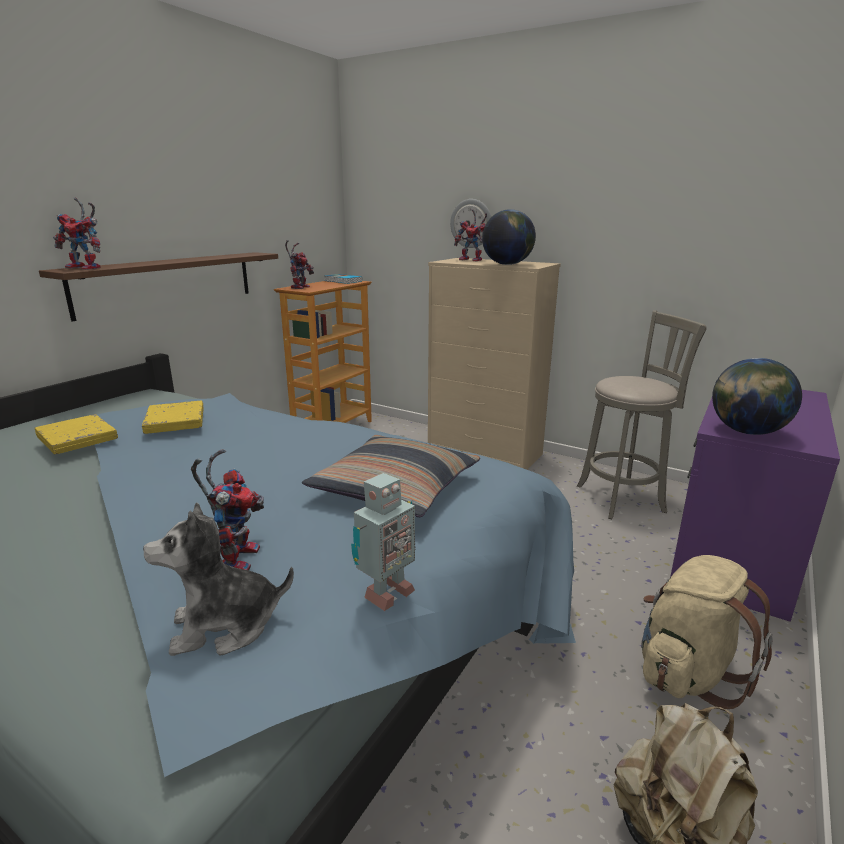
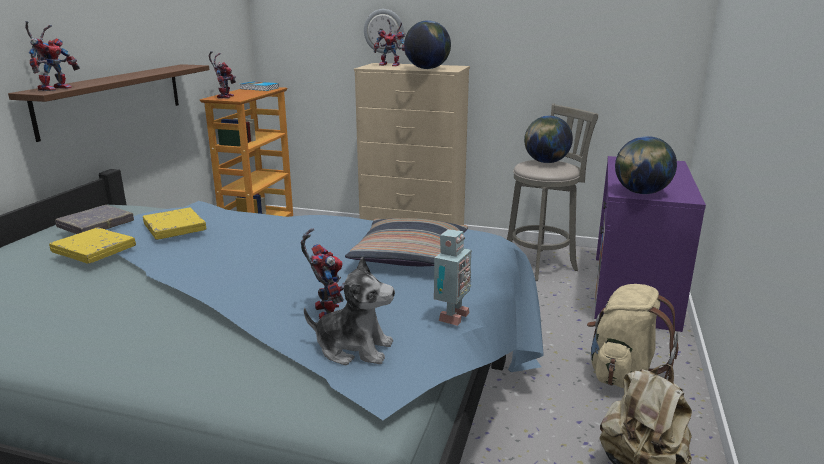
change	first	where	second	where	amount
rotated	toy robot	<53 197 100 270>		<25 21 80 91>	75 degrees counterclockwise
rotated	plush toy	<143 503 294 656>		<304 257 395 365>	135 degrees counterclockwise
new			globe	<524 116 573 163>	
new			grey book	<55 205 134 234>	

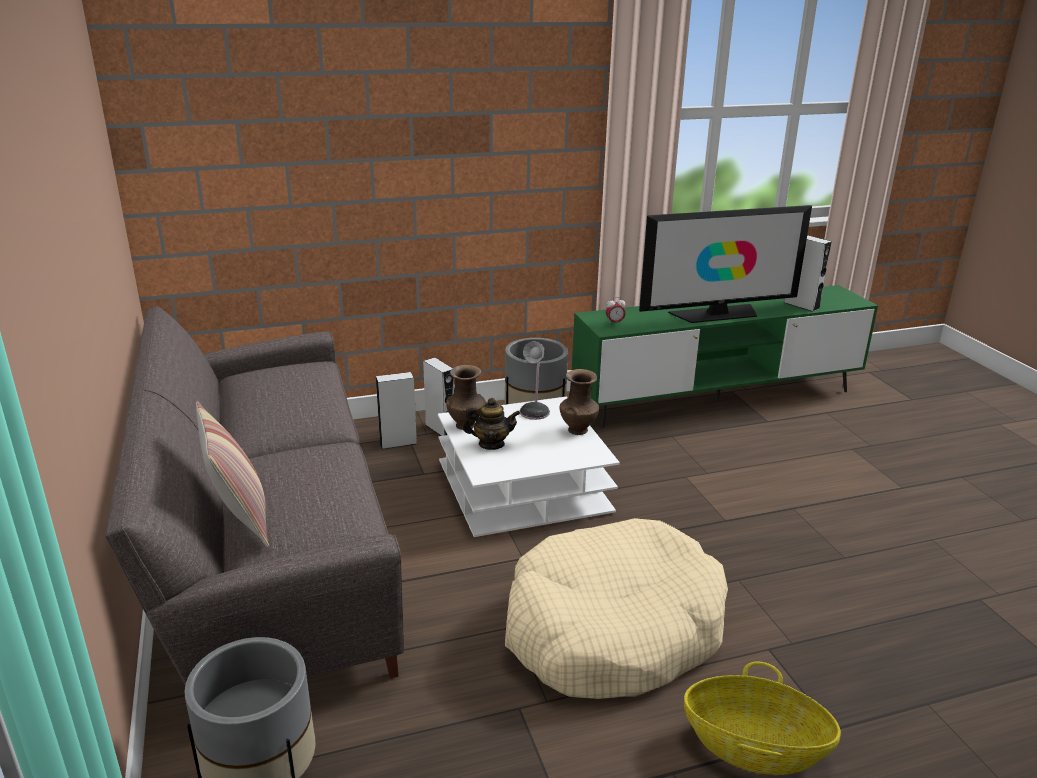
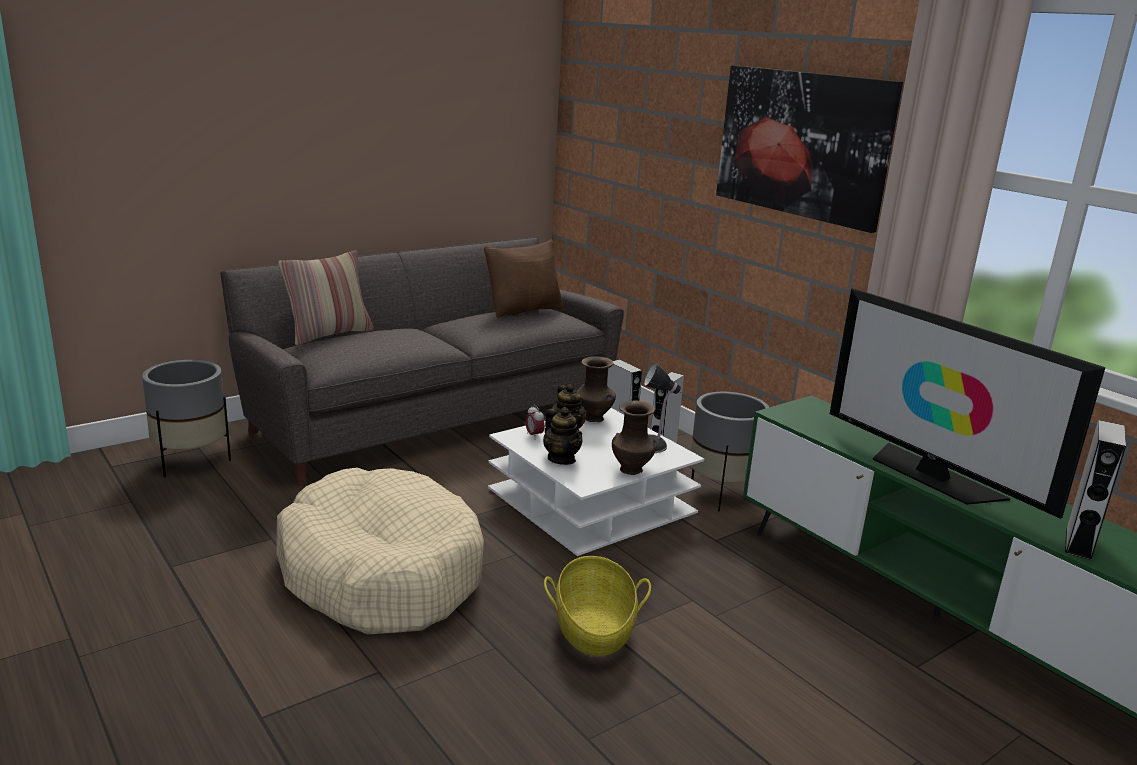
change	first	where	second	where	amount
shifted	alarm clock	<606 297 626 325>		<525 405 545 436>	
shifted	basket	<684 662 841 775>		<544 556 651 656>	
new			picture	<716 65 903 233>	
new			brown pillow	<484 239 564 317>	
new			teapot	<543 407 582 465>	

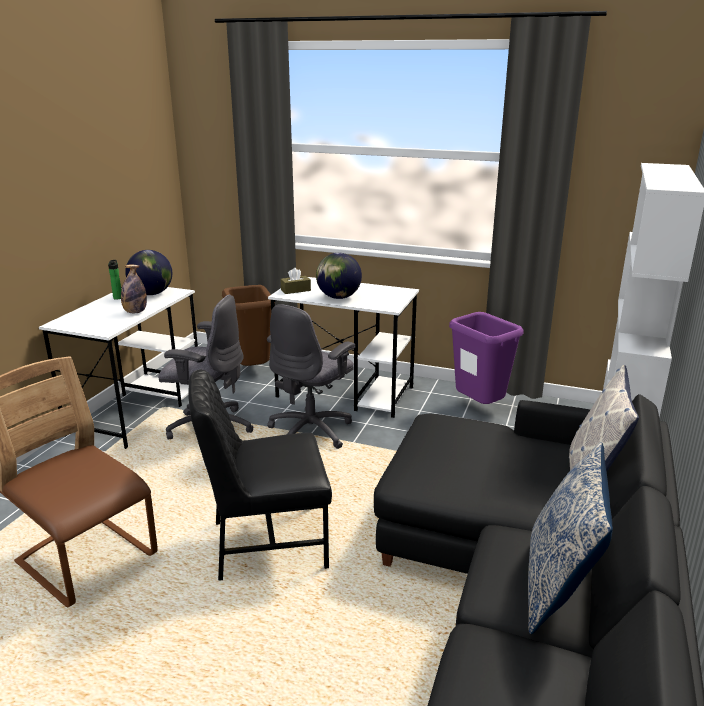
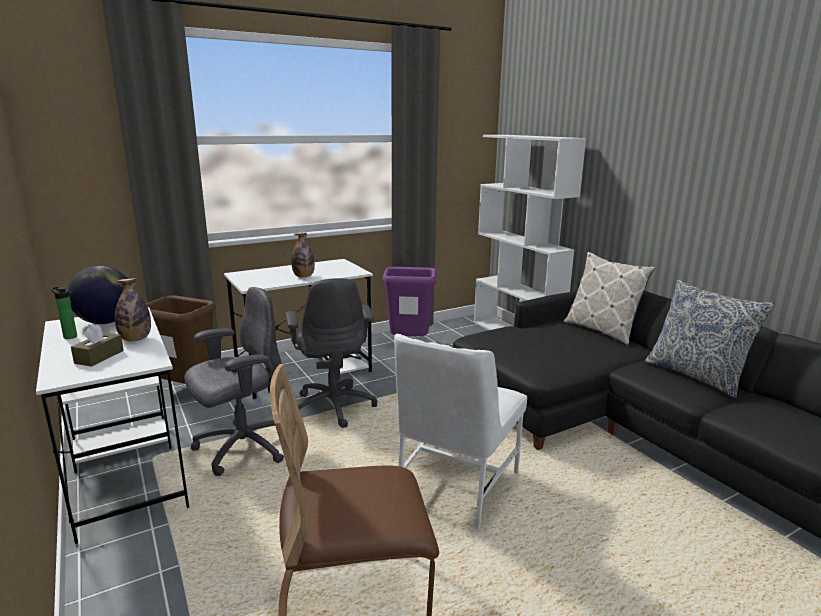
change	first	where	second	where	amount
swapped	globe	<316 253 362 299>	bottle	<291 232 315 278>	
shifted	brown tissue box	<280 268 311 294>		<71 324 124 367>	
repainted	black chair	<188 370 332 581>	white chair	<394 334 527 530>	

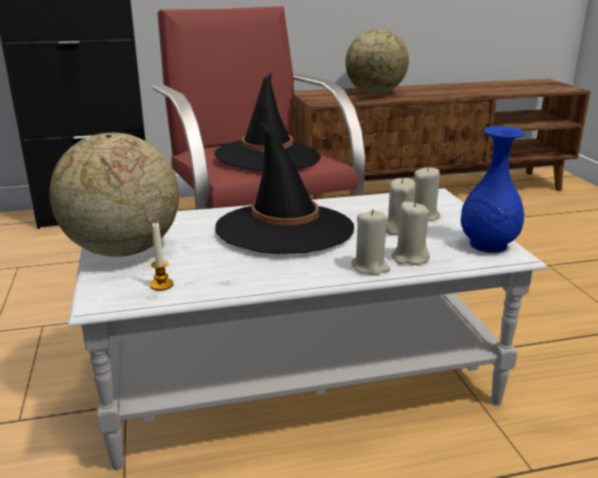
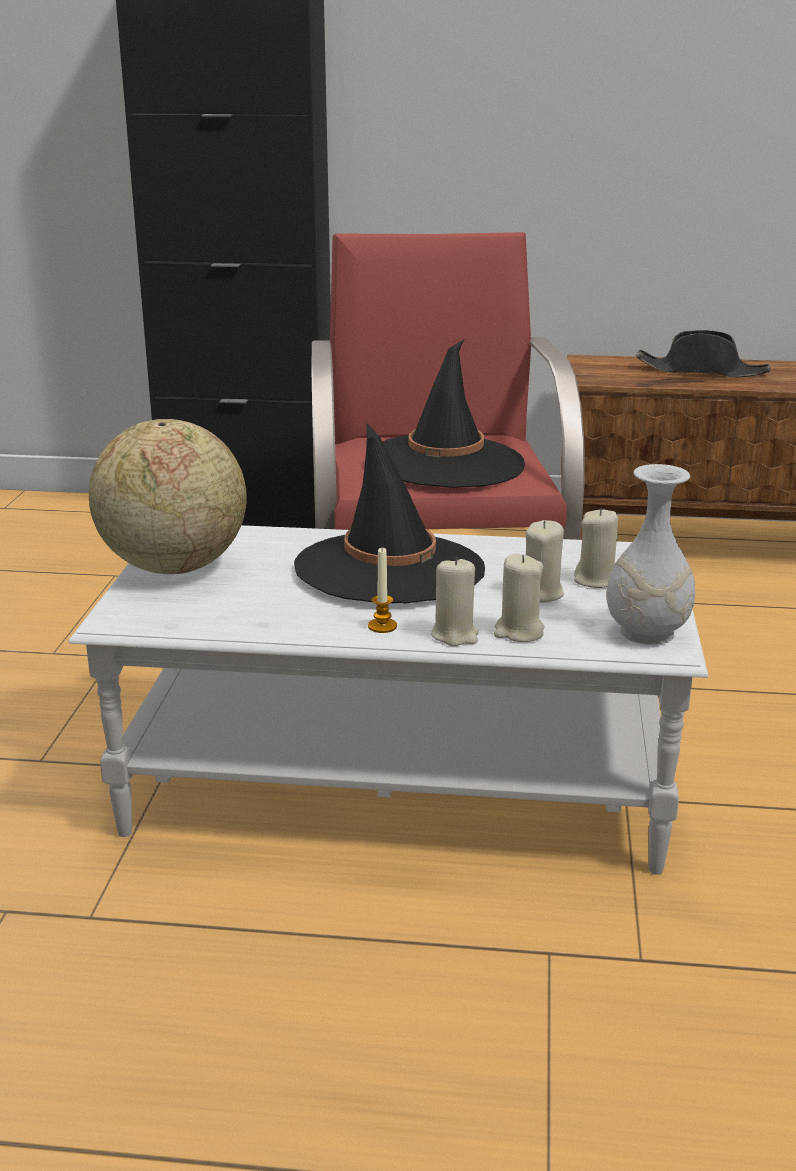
change	first	where	second	where	amount
swapped	globe	<345 29 409 94>	black hat	<636 330 771 377>	
repainted	blue vase	<461 126 525 253>	white vase	<606 464 695 645>	
shifted	candle	<150 222 174 291>		<368 547 397 633>	

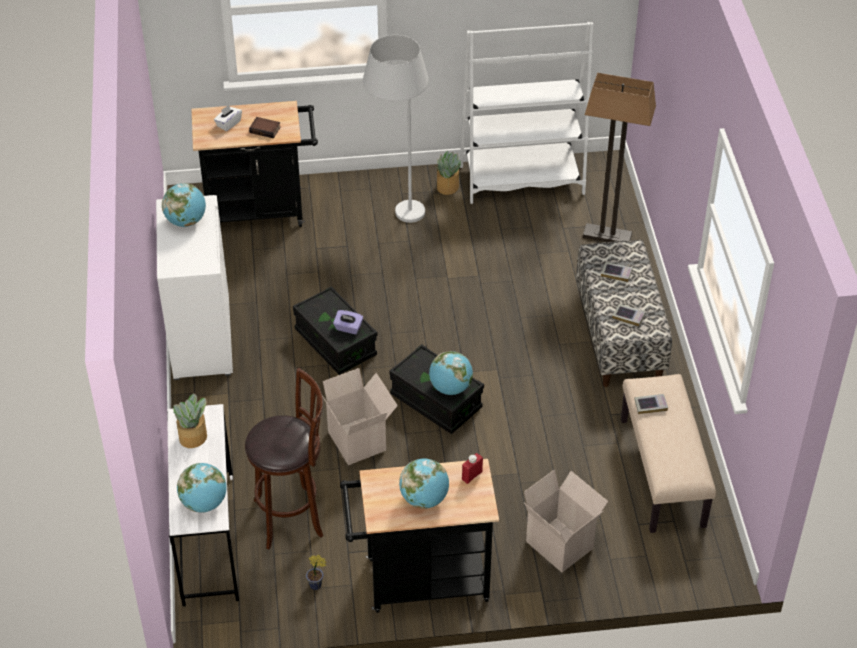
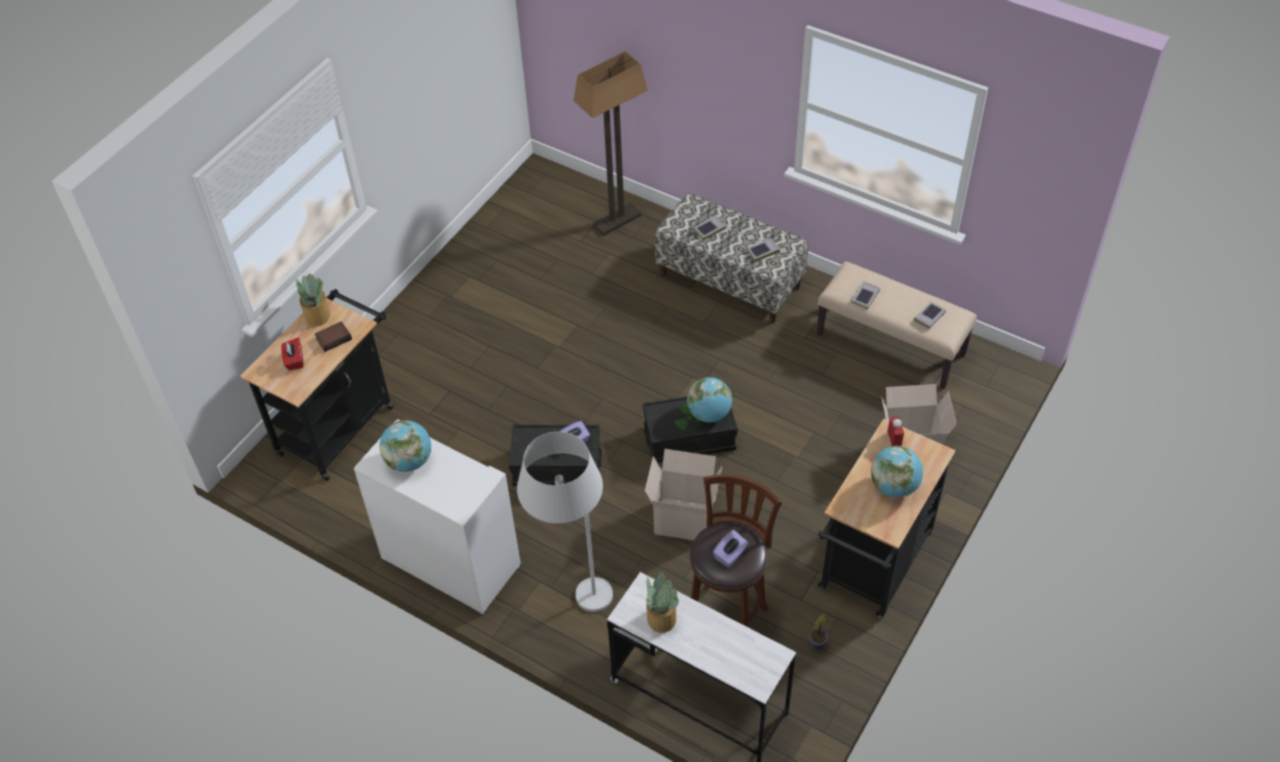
change	first	where	second	where	amount
gone	white bookcase	<460 22 593 204>			
shifted	white floor lamp	<363 35 428 223>		<517 432 613 612>	
repainted	white tissue box	<214 105 242 131>	red tissue box	<281 338 303 370>	
shifted	potted plant	<435 151 461 195>		<296 273 330 326>	
gone	globe	<177 463 227 513>			
new			book	<914 302 946 329>	
new			purple tissue box	<713 530 749 568>	

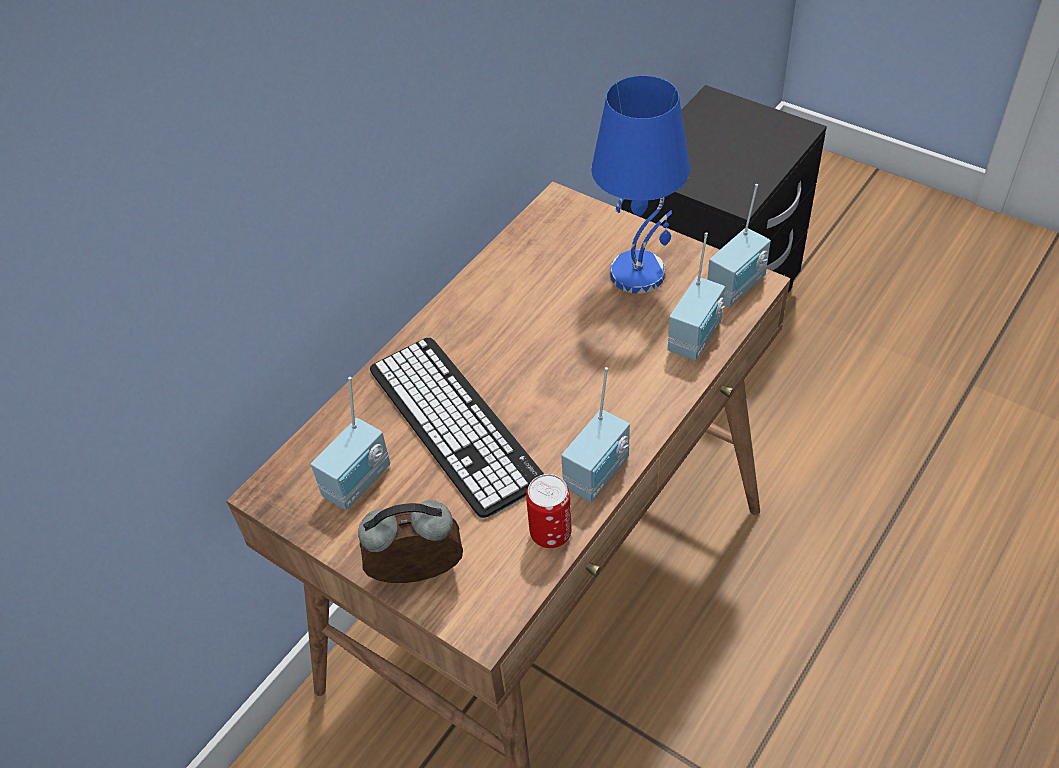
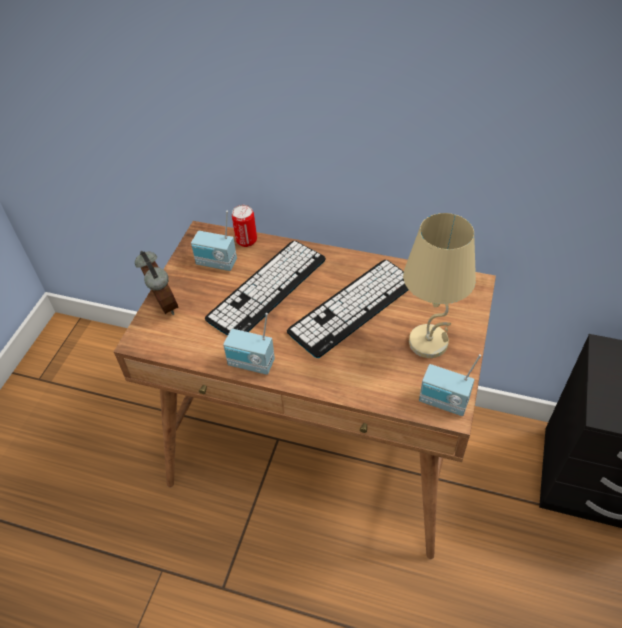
change	first	where	second	where	amount
repainted	blue table lamp	<592 75 690 294>	beige table lamp	<403 213 476 358>	
gone	radio	<668 232 725 361>			
shifted	can	<526 474 572 548>		<232 205 257 247>	
new			keyboard	<287 260 409 358>	

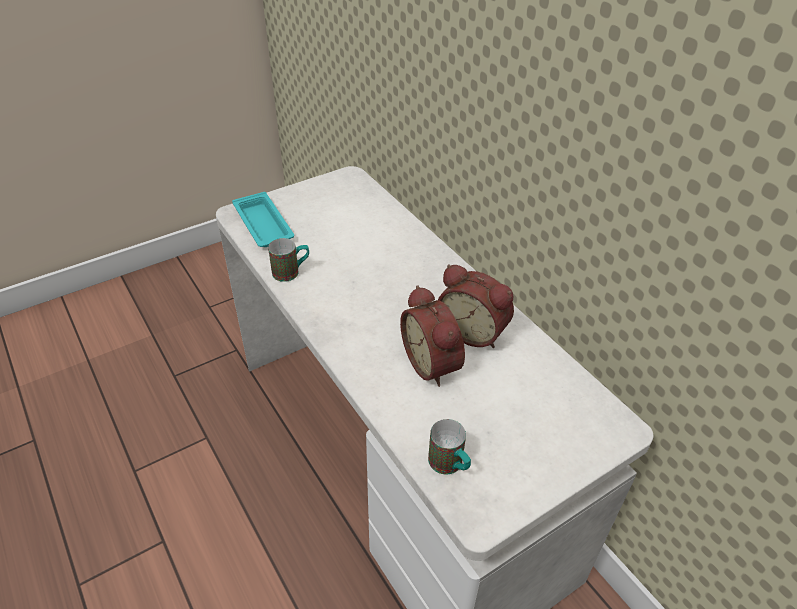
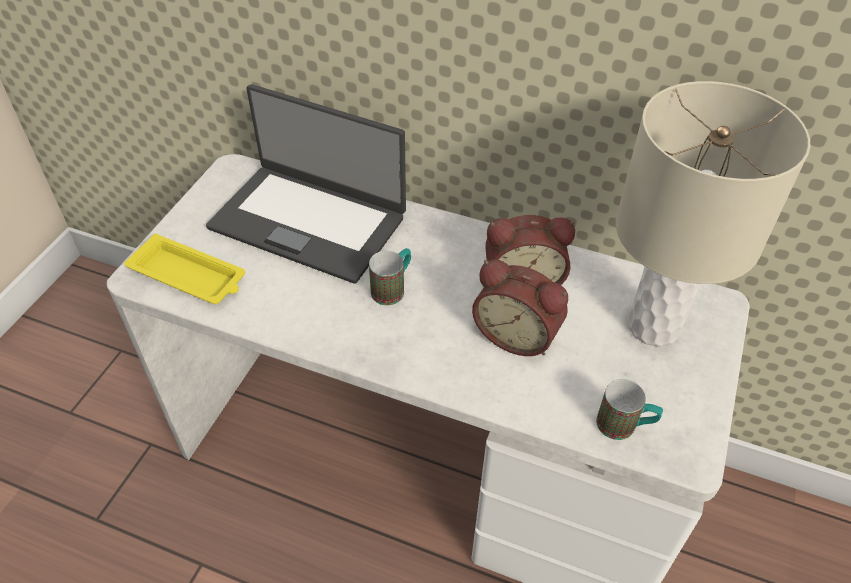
change	first	where	second	where	amount
repainted	turquoise tray	<232 192 294 247>	yellow tray	<124 233 245 304>	
shifted	mug	<268 238 309 282>		<369 248 411 305>	
new			beige table lamp	<616 81 810 347>	
new			laptop	<206 84 406 284>	

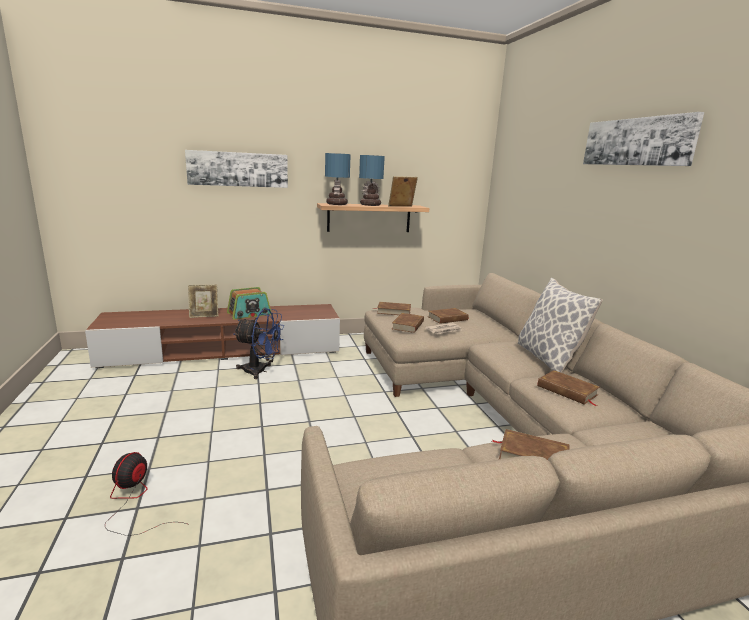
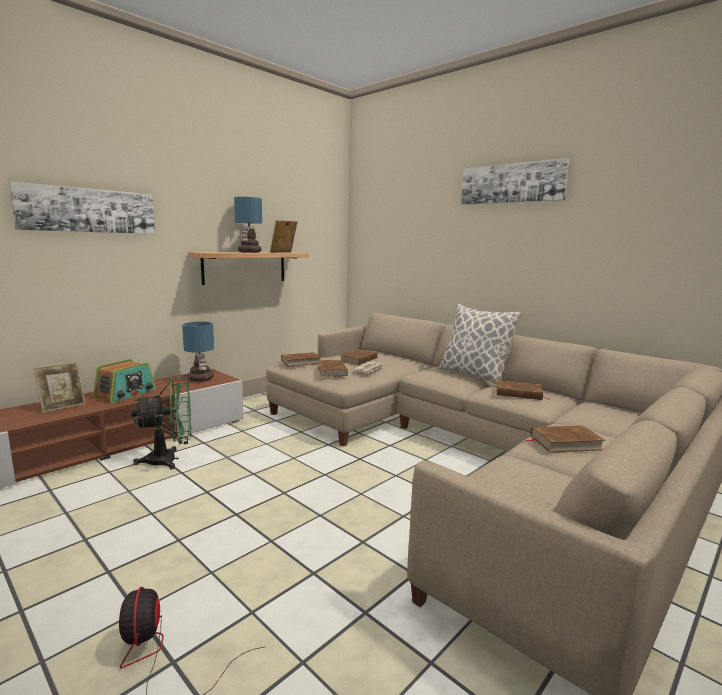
change	first	where	second	where	amount
shifted	table lamp	<325 153 351 205>		<182 322 214 382>	
repainted	blue fan	<234 308 284 379>	green fan	<131 378 191 469>	

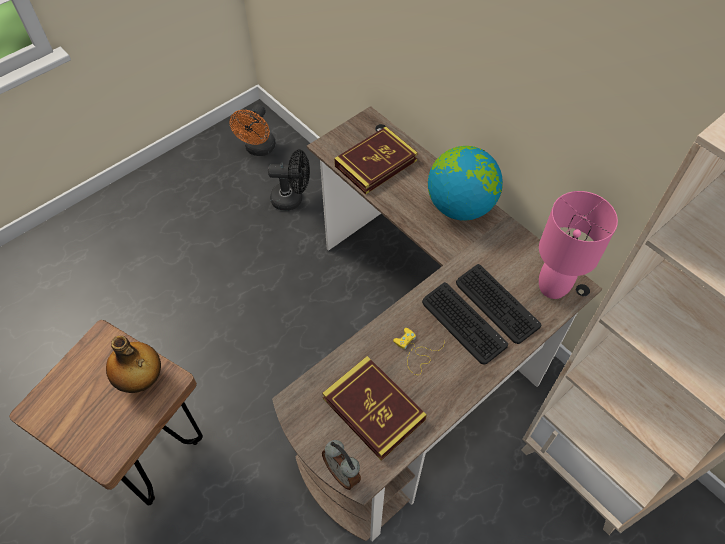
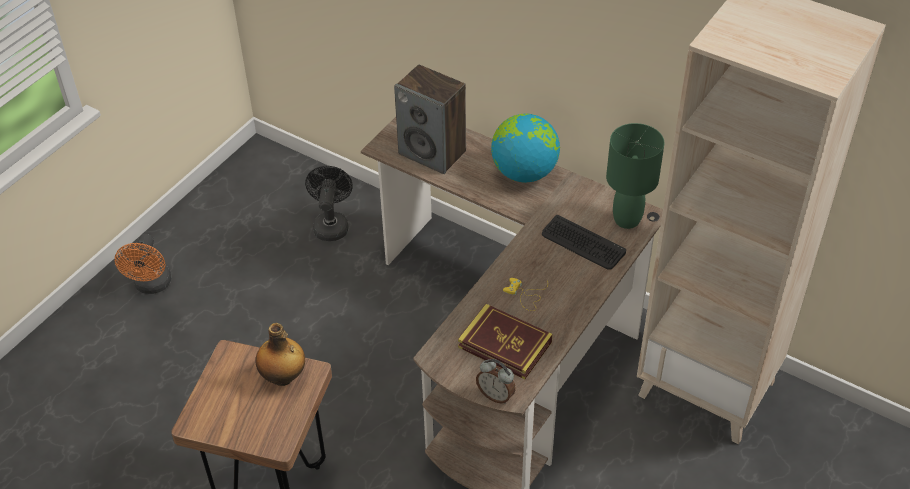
change	first	where	second	where	amount
shifted	orange fan	<229 104 276 156>		<114 234 171 294>	
swapped	book	<334 127 418 194>	speaker	<394 65 466 174>	
rotated	black fan	<268 149 310 211>		<305 166 353 241>	75 degrees counterclockwise
repainted	pink table lamp	<539 191 618 299>	green table lamp	<606 123 665 229>	
gone	keyboard	<422 282 508 365>			

